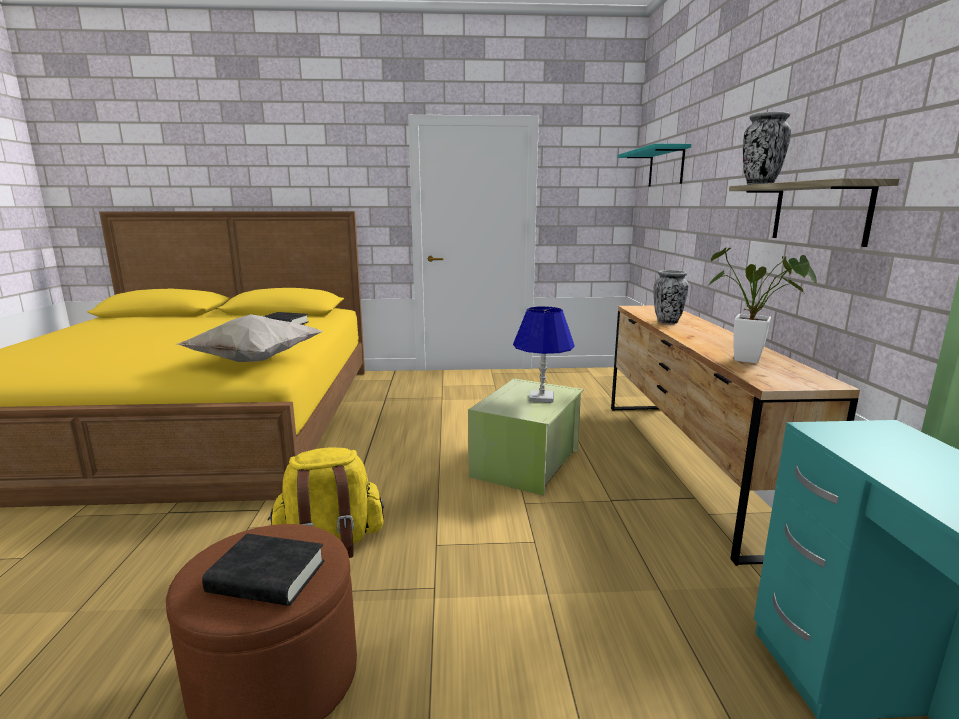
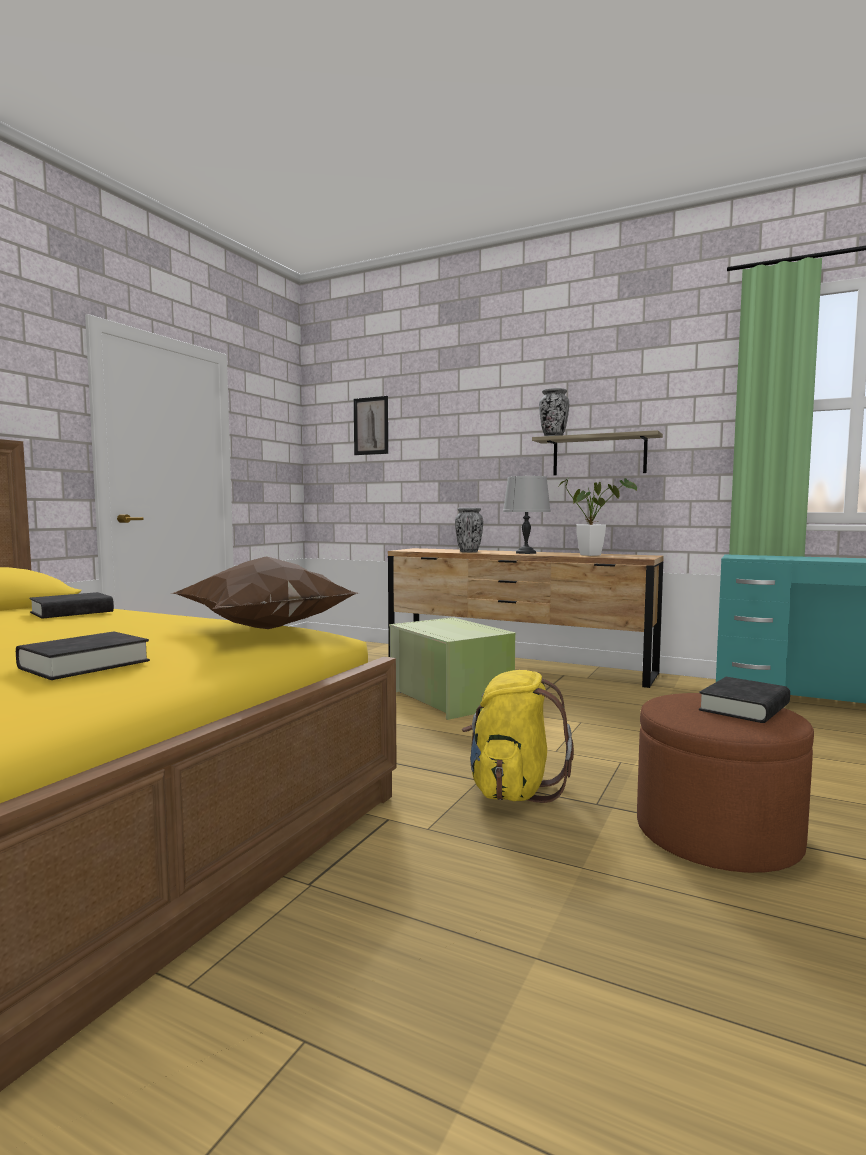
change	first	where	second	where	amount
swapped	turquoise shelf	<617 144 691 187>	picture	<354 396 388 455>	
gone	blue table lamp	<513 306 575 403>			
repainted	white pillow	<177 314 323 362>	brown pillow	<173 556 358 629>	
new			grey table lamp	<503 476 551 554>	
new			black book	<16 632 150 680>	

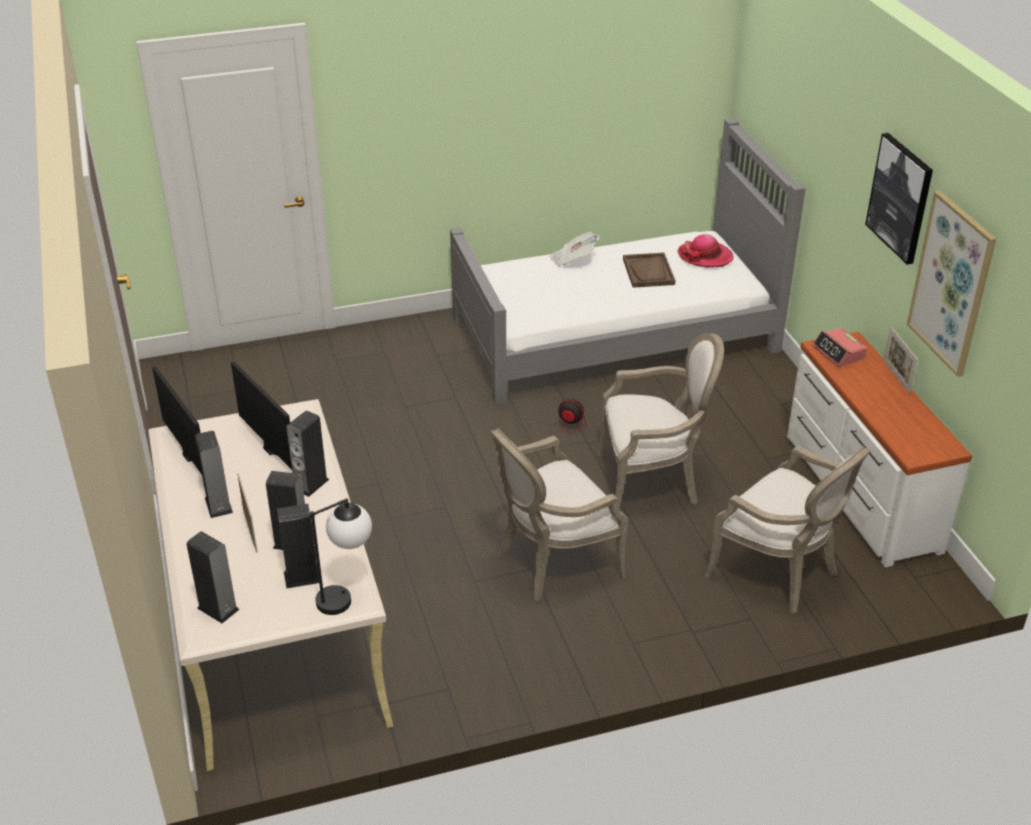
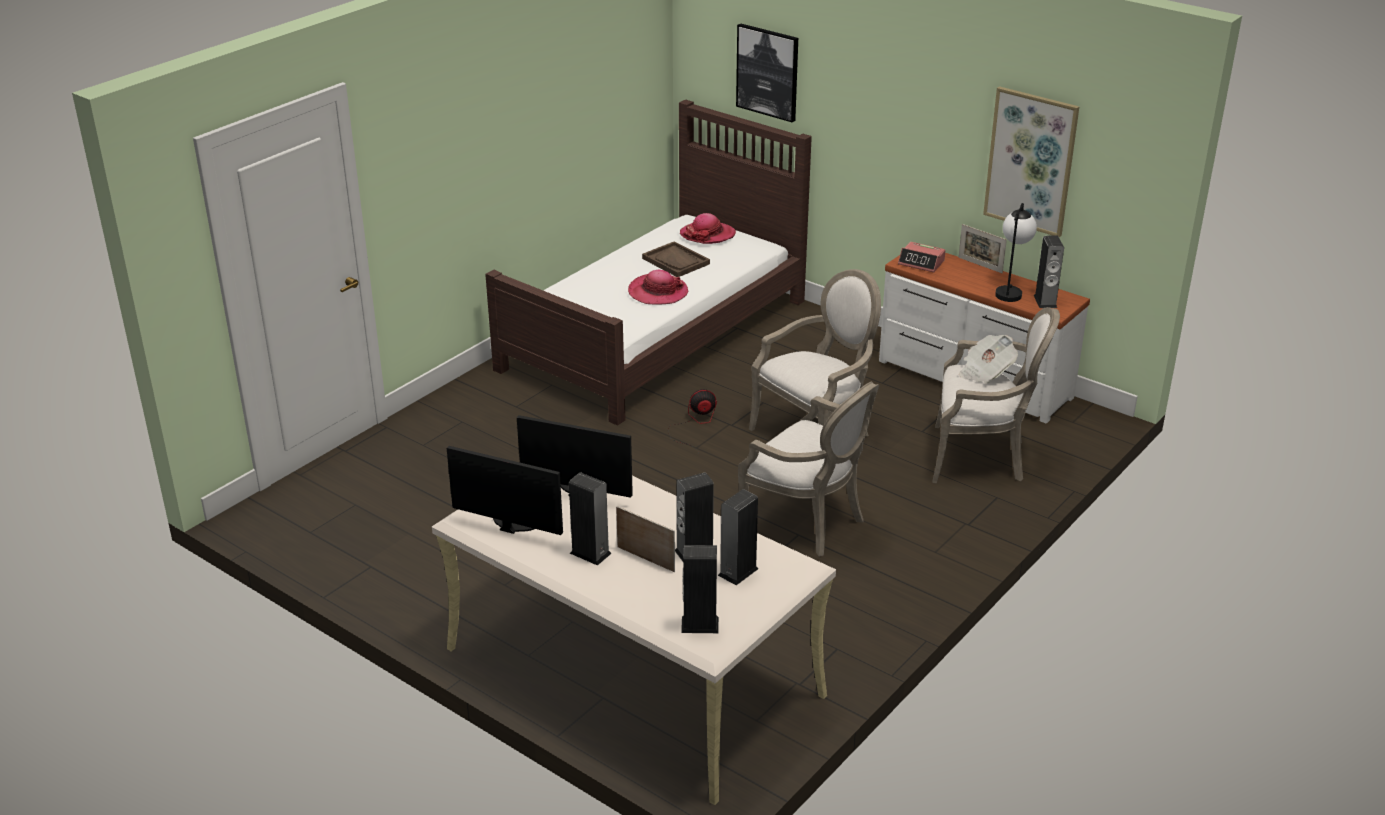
change	first	where	second	where	amount
repainted	grey bed	<450 118 806 404>	brown bed	<485 99 812 426>	
shifted	picture	<865 133 933 265>		<736 24 798 122>	
shifted	newspaper	<550 232 599 267>		<959 335 1018 384>	
shifted	speaker	<286 410 329 497>		<1034 236 1064 308>	
rotated	armchair	<490 428 628 601>		<738 381 879 557>	75 degrees counterclockwise
shifted	table lamp	<299 498 372 615>		<995 203 1037 302>	
new			hat	<628 270 688 305>	

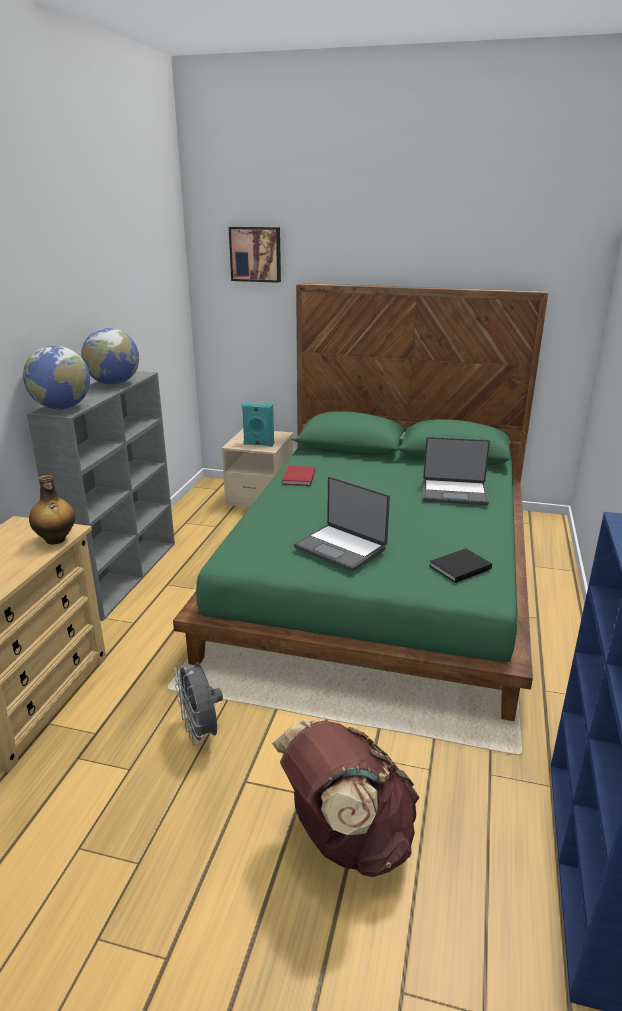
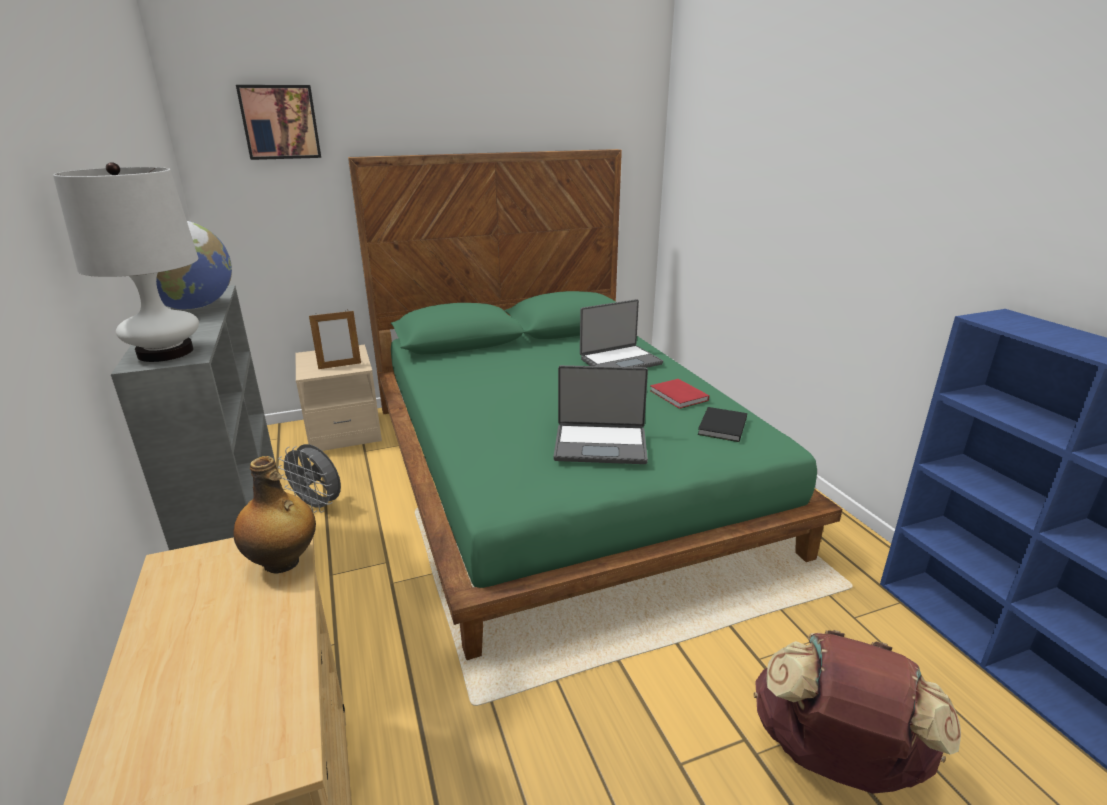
change	first	where	second	where	amount
swapped	globe	<23 346 90 410>	white table lamp	<53 162 199 362>	
swapped	turquoise speaker	<242 402 274 447>	picture frame	<309 311 361 369>	
shifted	red book	<282 466 315 486>		<650 379 709 409>	
shifted	grey fan	<174 662 223 746>		<278 444 341 513>	

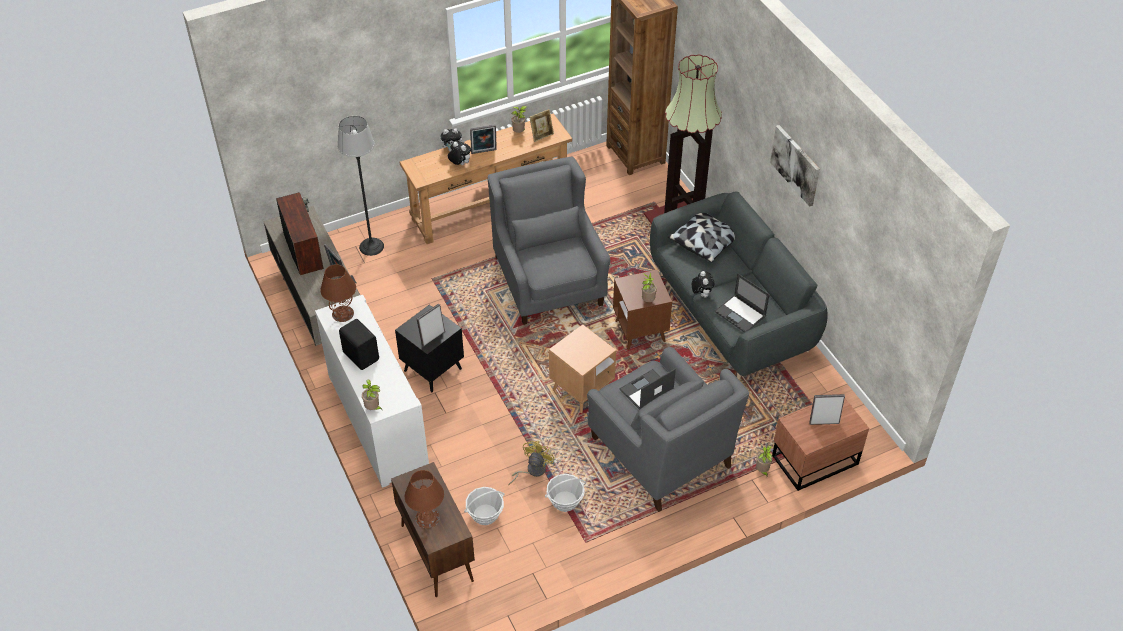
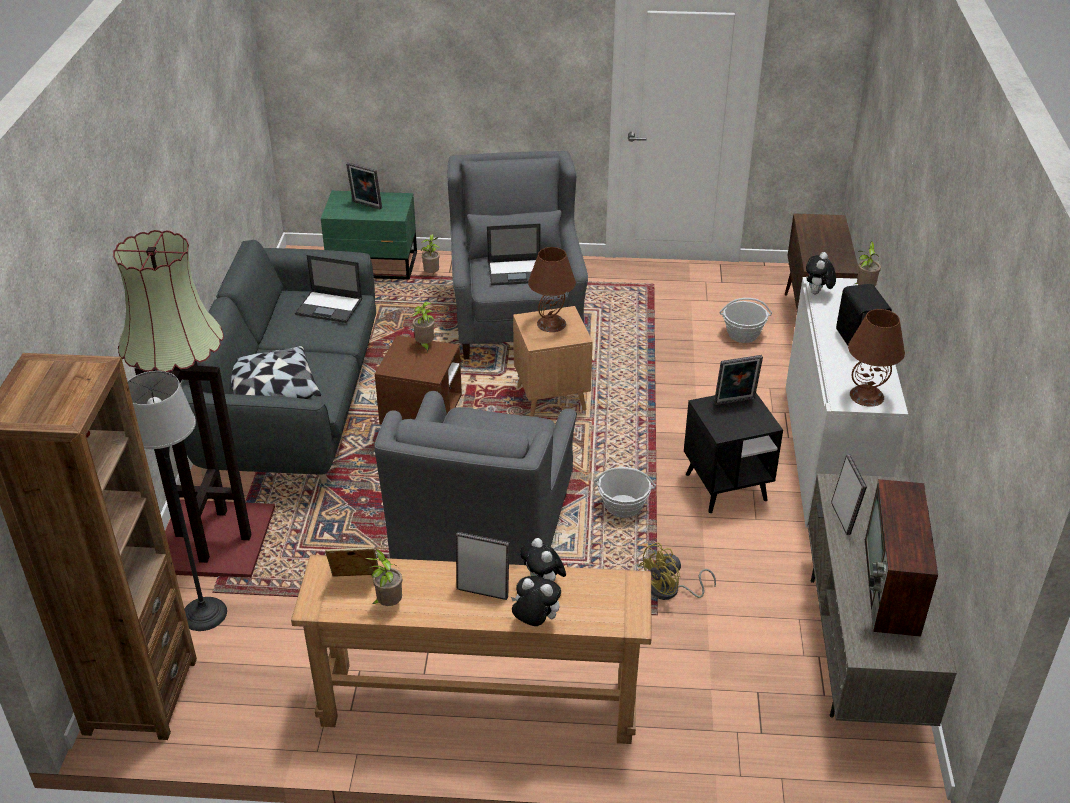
change	first	where	second	where	amount
shifted	floor lamp	<338 116 384 256>		<127 371 227 631>	
gone	picture	<770 125 820 207>			
shifted	plush toy	<692 271 715 298>		<806 252 836 294>	
rotated	laptop	<715 274 770 332>		<295 255 363 323>	120 degrees clockwise
repainted	brown nightstand	<772 393 869 491>	green nightstand	<321 191 417 280>	
shifted	yellow fan	<508 441 555 485>		<639 542 716 600>	
shifted	brown table lamp	<405 470 444 528>		<528 247 576 332>	
shifted	basket	<545 474 586 512>		<594 467 656 518>	

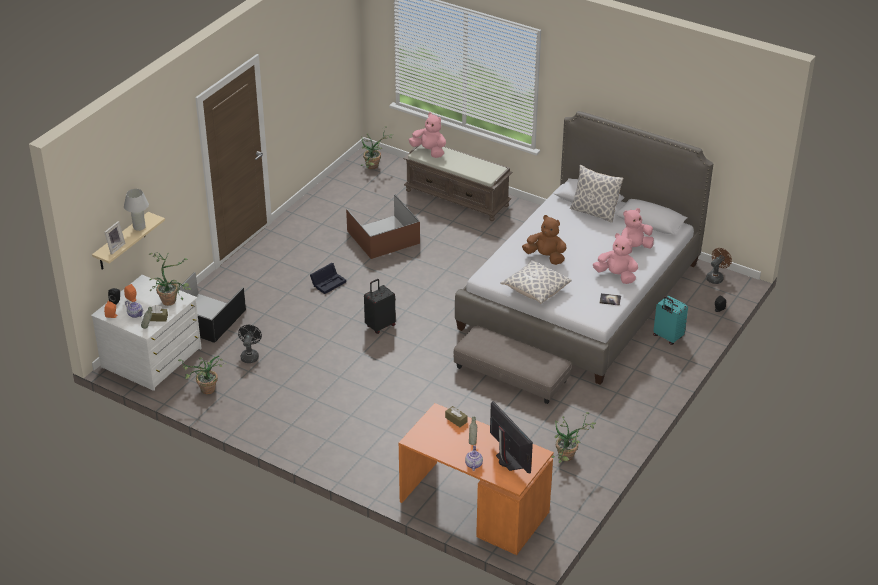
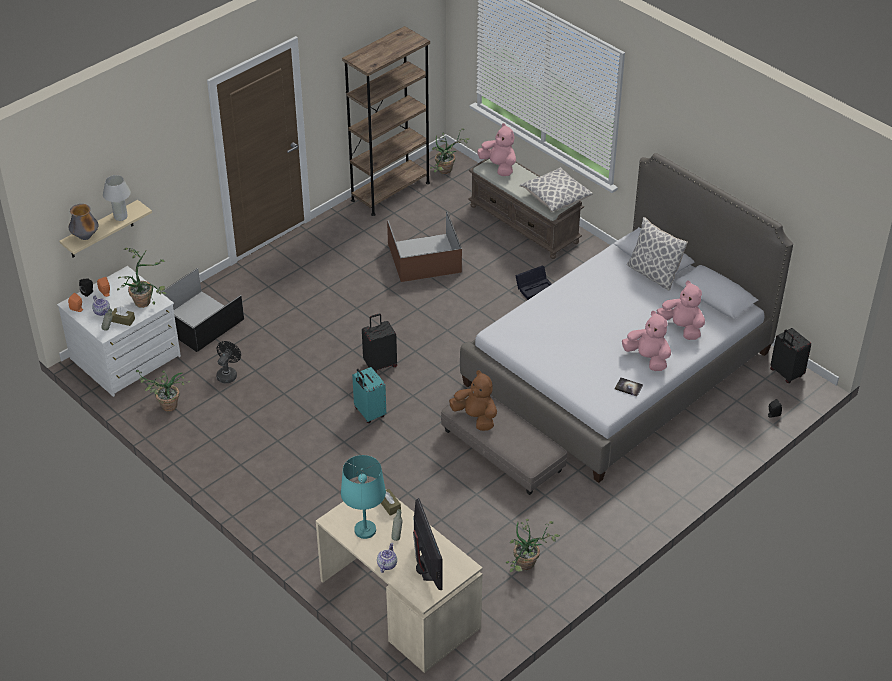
change	first	where	second	where	amount
rotated	pink plush toy	<621 208 654 254>		<656 280 705 340>	60 degrees clockwise
shifted	brown plush toy	<522 215 567 265>		<449 370 497 431>	
swapped	picture frame	<104 221 125 255>	vase	<69 204 99 240>	
swapped	brown fan	<706 248 732 284>	black suitcase	<770 328 811 383>	
shifted	pillow	<500 260 571 304>		<520 167 593 212>	
shifted	black storage box	<310 263 346 294>		<515 265 552 300>	
shifted	turquoise suitcase	<653 295 688 345>		<352 367 386 423>	
repainted	orange desk	<399 403 554 555>	beige desk	<316 480 483 673>	
new			brown bookcase	<342 26 430 216>	
new			turquoise table lamp	<341 455 386 539>	

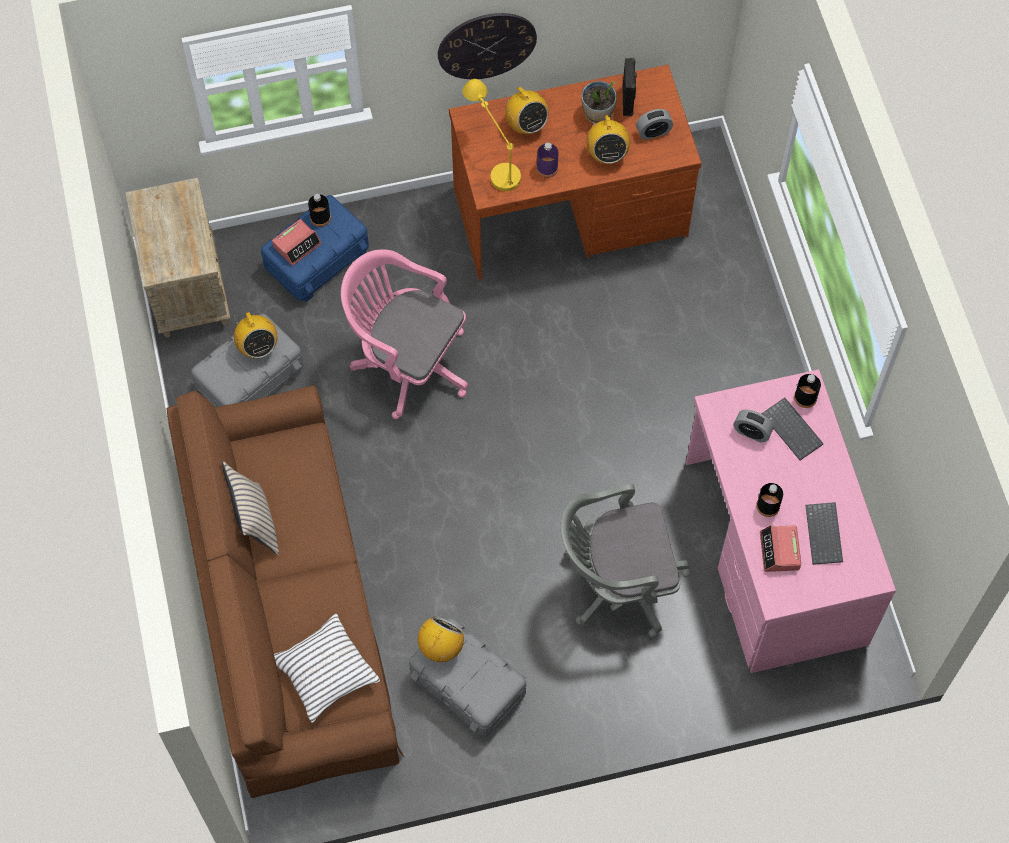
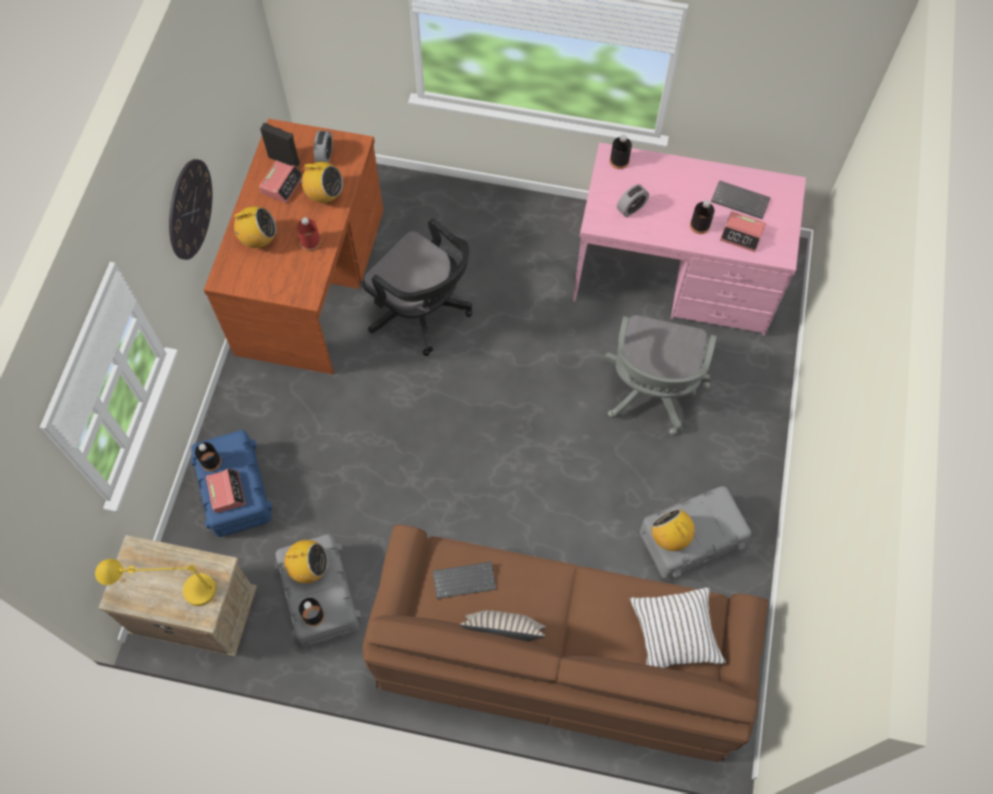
change	first	where	second	where	amount
shifted	yellow table lamp	<463 79 521 191>		<95 559 217 606>	
swapped	potted plant	<581 81 617 124>	alarm clock	<259 160 303 203>	
repainted	purple bottle	<537 142 558 178>	red bottle	<297 217 321 251>	
gone	pink office chair	<341 249 468 419>			
shifted	keyboard	<762 398 824 460>		<433 561 496 599>	
new			black office chair	<363 218 472 356>	
new			black bottle	<299 598 325 627>	

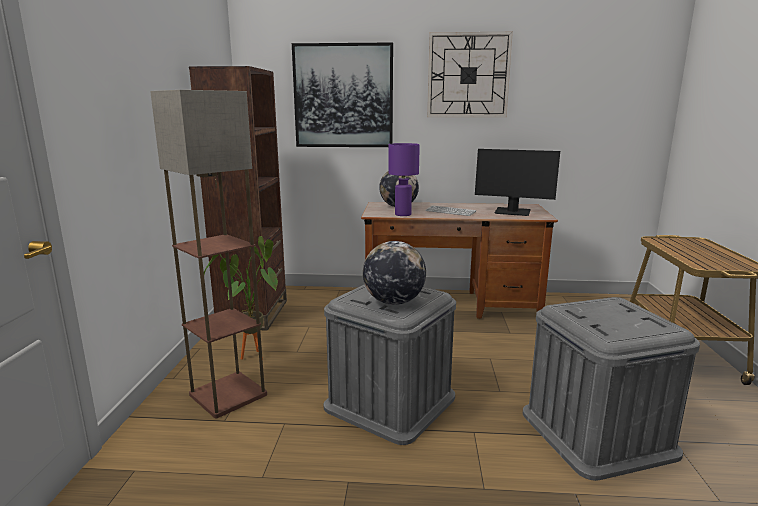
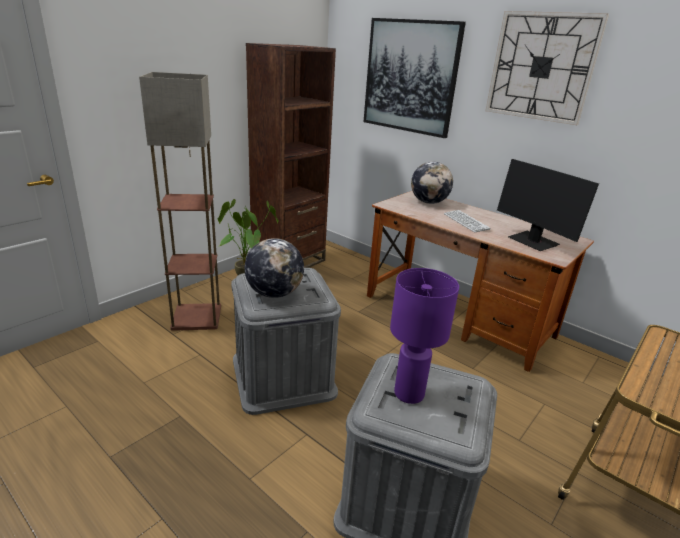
change	first	where	second	where	amount
shifted	purple table lamp	<388 143 420 216>		<390 268 459 404>	

